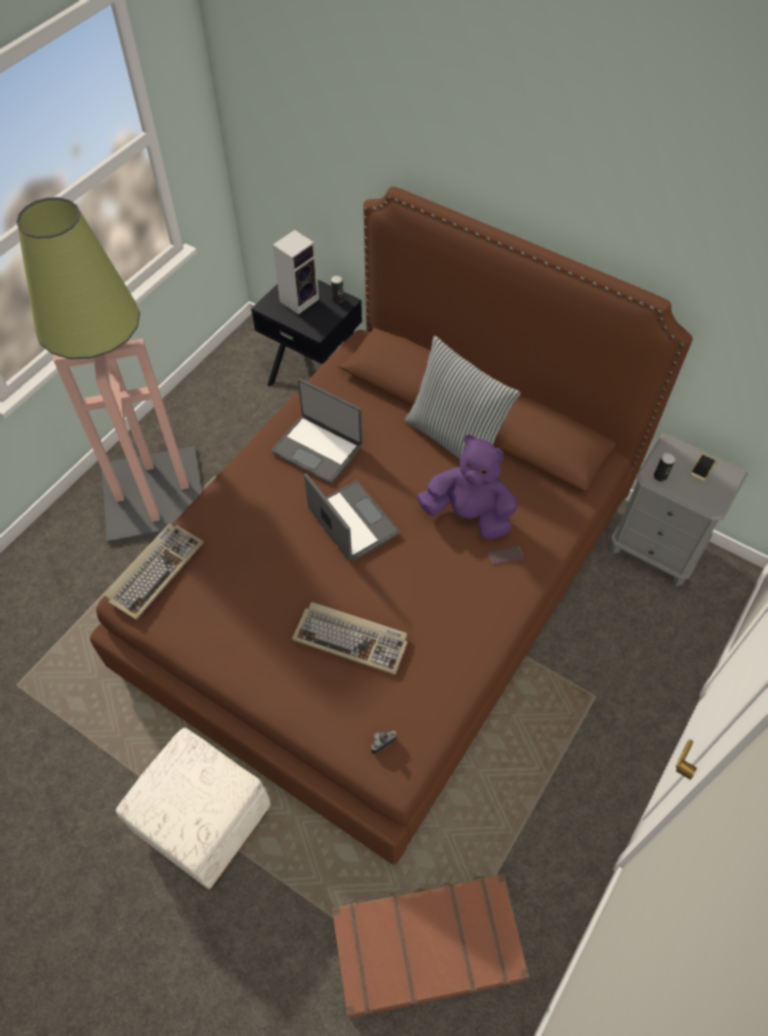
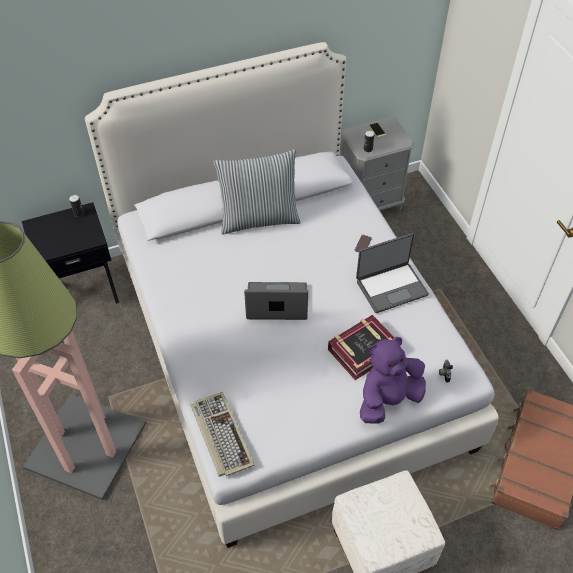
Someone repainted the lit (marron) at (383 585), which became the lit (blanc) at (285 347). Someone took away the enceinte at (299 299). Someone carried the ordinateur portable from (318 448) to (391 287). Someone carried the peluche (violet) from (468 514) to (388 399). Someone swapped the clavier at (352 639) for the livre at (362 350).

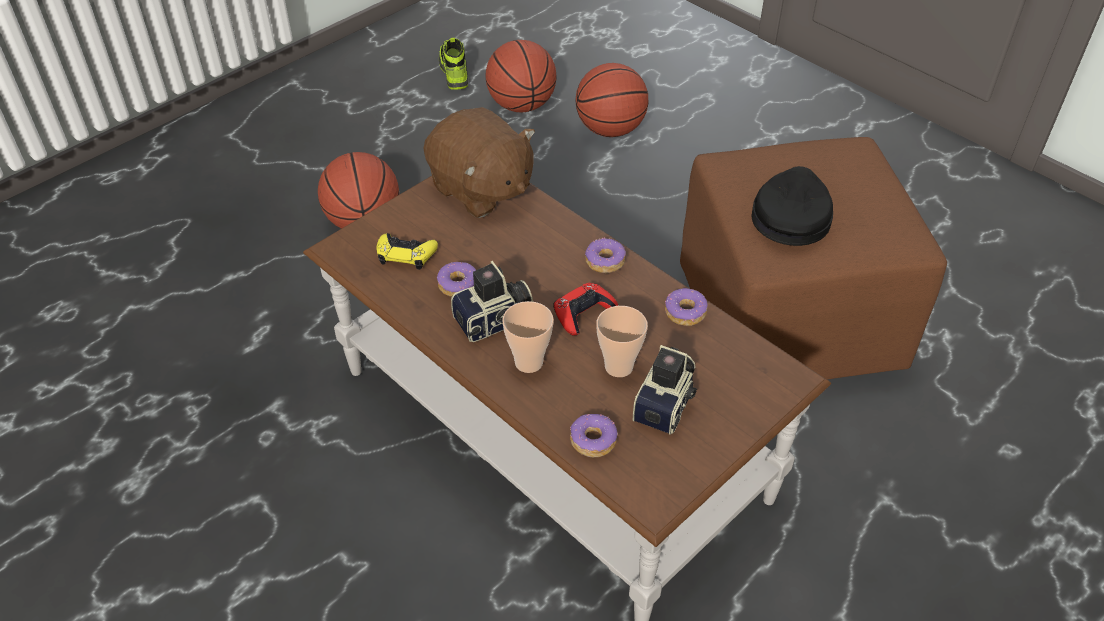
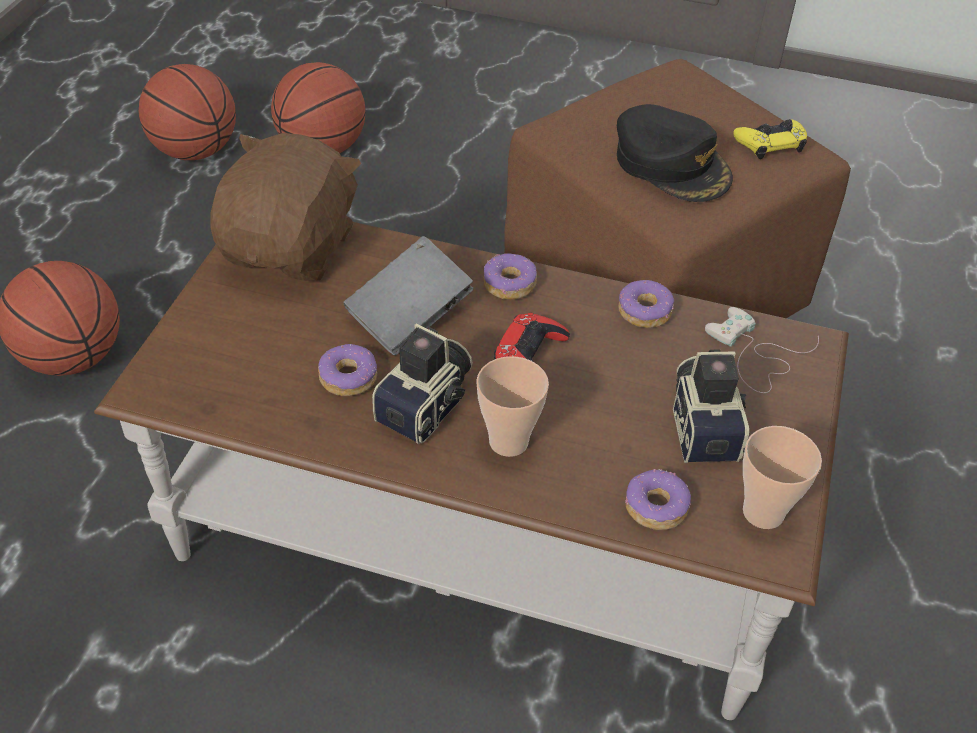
Someone took away the chaussure at (453 72). Someone rotated the peluche (marron) at (481 189) by 90 degrees counterclockwise. Someone rotated the casquette (noir) at (791 215) by 150 degrees clockwise. Someone carried the manette (jaune) from (406 254) to (770 143). Someone carried the tasse from (618 366) to (763 512). Someone put down the livre (gris) at (409 317). Someone put down the manette (blanc) at (755 354).

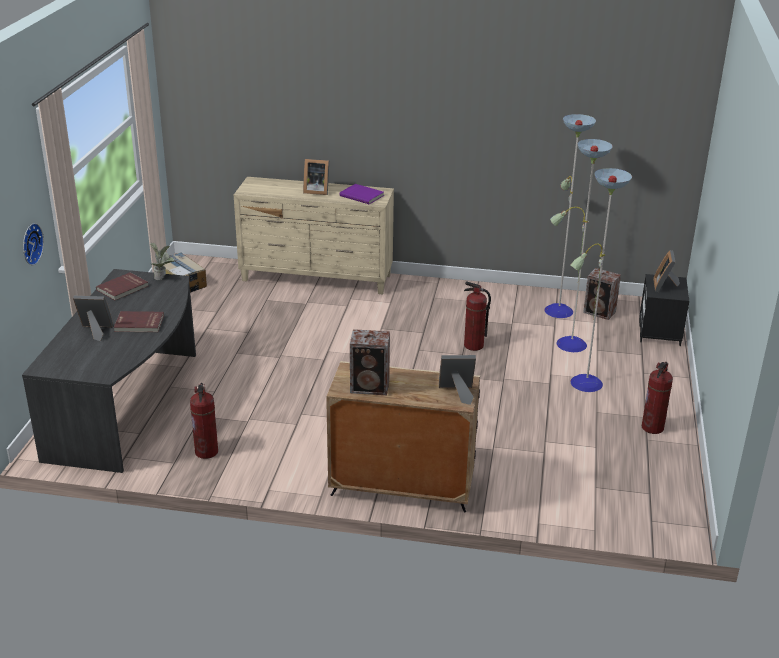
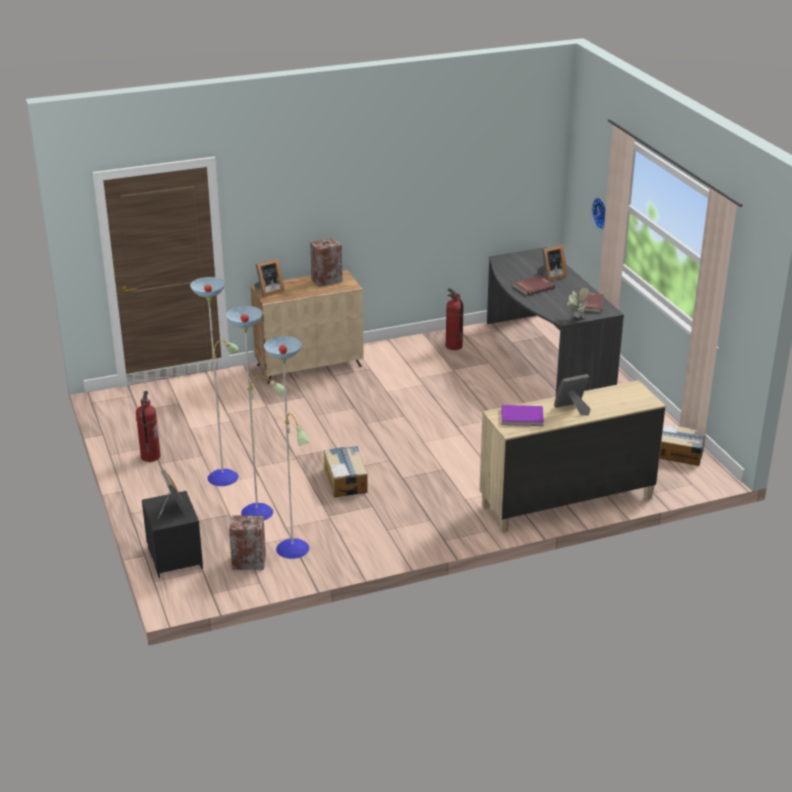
Someone swapped the extincteur at (473 345) for the carton at (345 480).

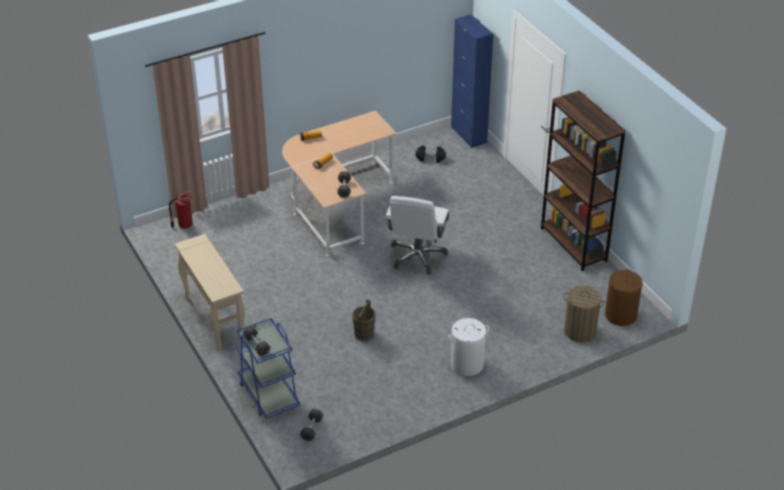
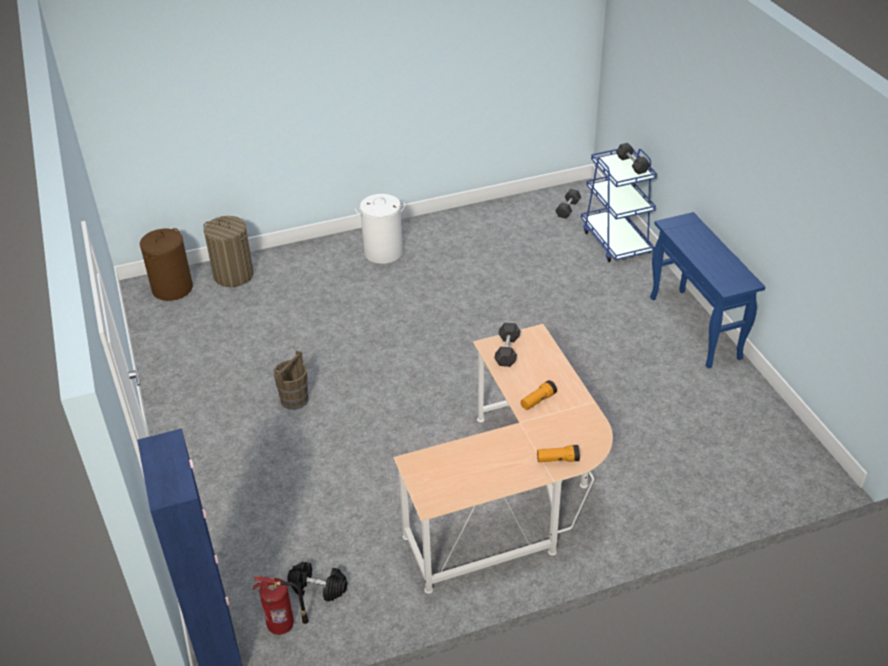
Someone took away the bibliothèque (marron) at (573 245). Someone carried the extincteur from (184 225) to (283 625). Someone took away the chaise de bureau (blanc) at (417 256). Someone repainted the table console (beige) at (213 318), which became the table console (bleu) at (695 328). Someone carried the seau (marron) from (364 334) to (295 399).

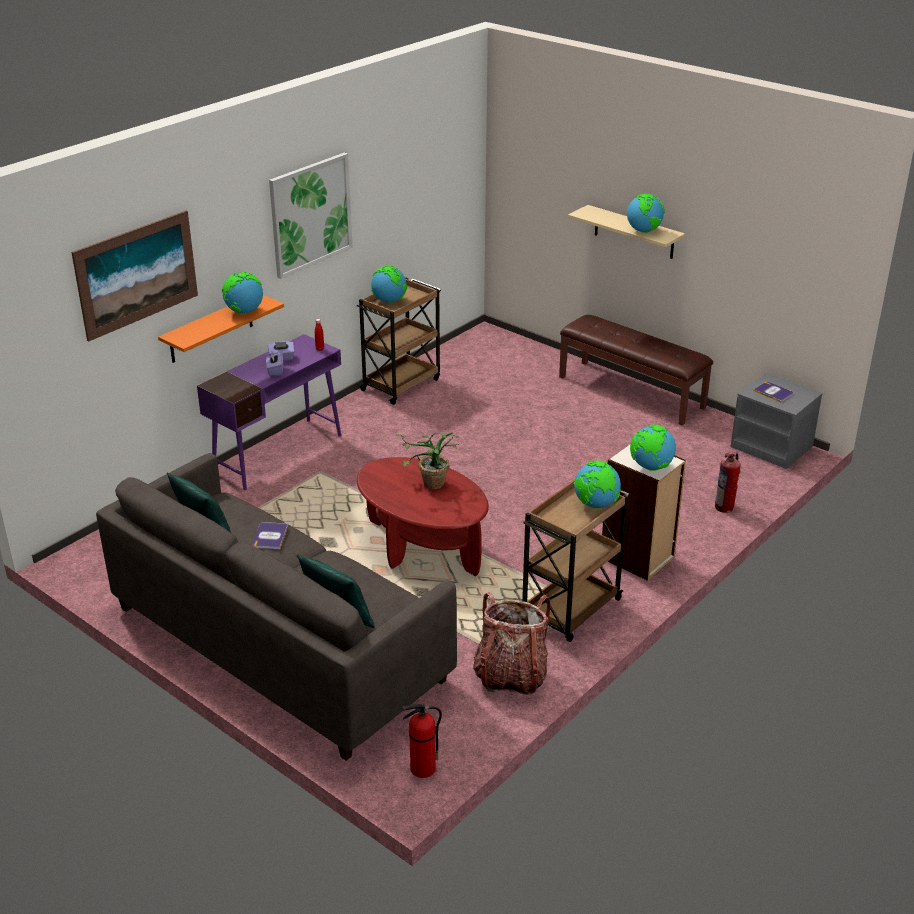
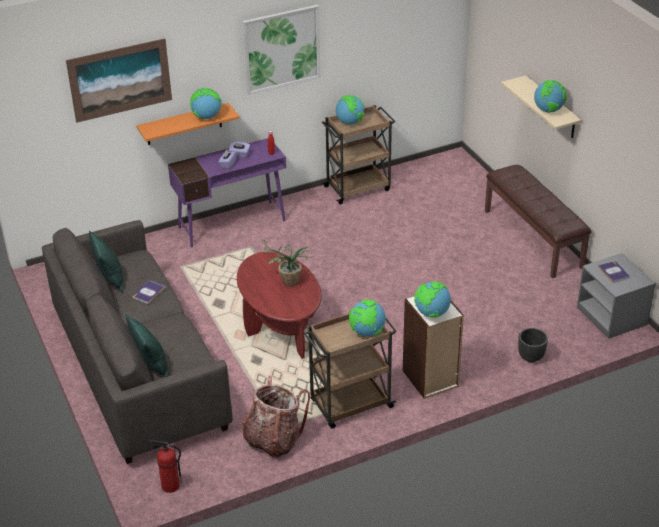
Someone swapped the extincteur at (724 507) for the cache-pot (noir) at (531 357).

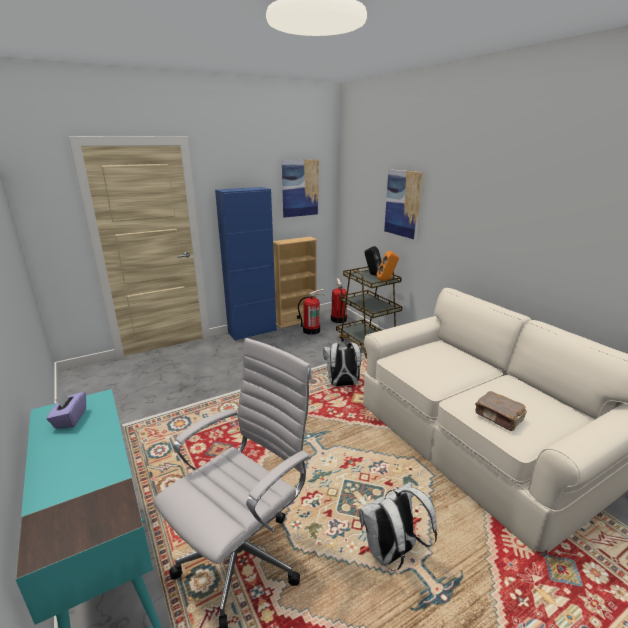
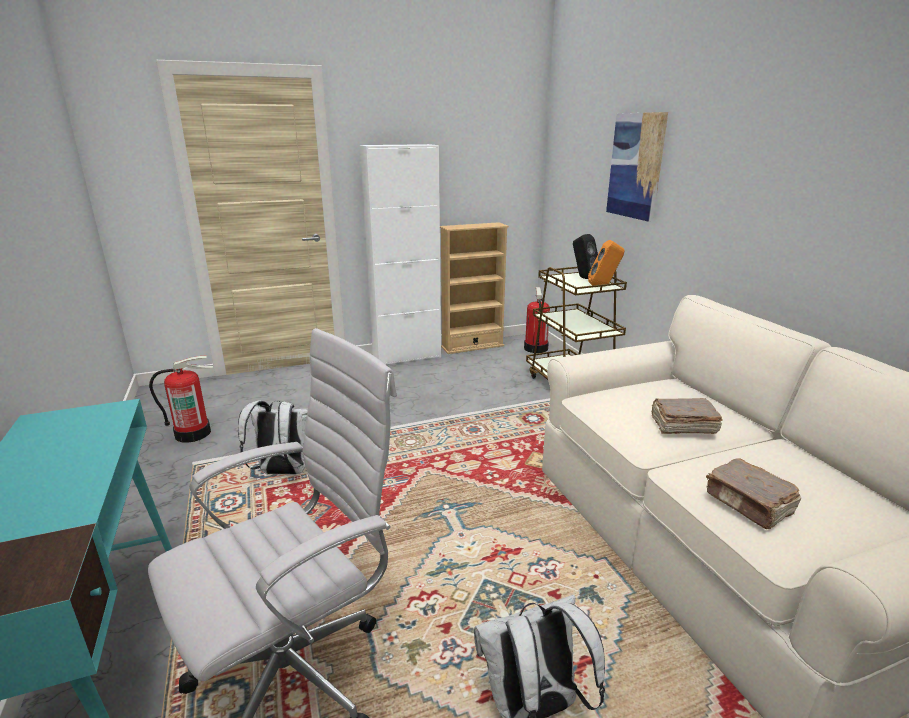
Someone took away the tableau at (300 188). Someone repainted the meuble de rangement (bleu) at (252 332), which became the meuble de rangement (blanc) at (406 356). Someone carried the extincteur from (311 330) to (193 433). Someone carried the sac à dos (blanc) from (342 384) to (283 471). Someone took away the boîte à mouchoirs (violet) at (70 419). Someone put down the livre (marron) at (682 426).

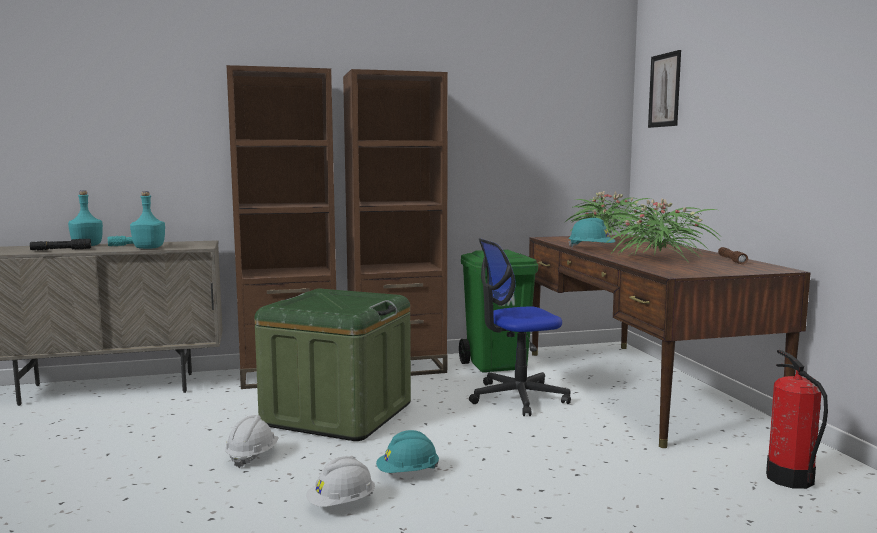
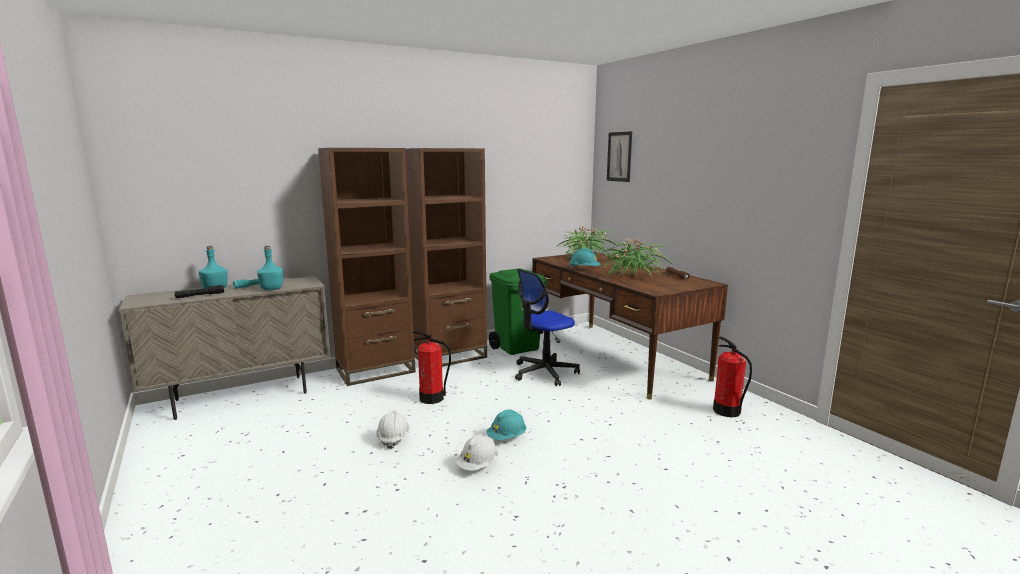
Someone swapped the boîte de rangement (vert) at (337 414) for the extincteur at (431 398).

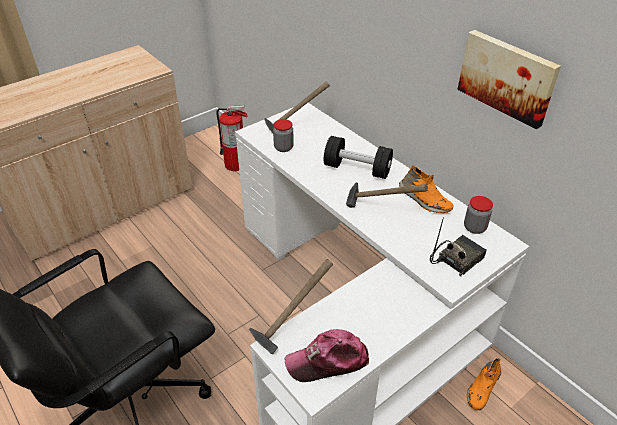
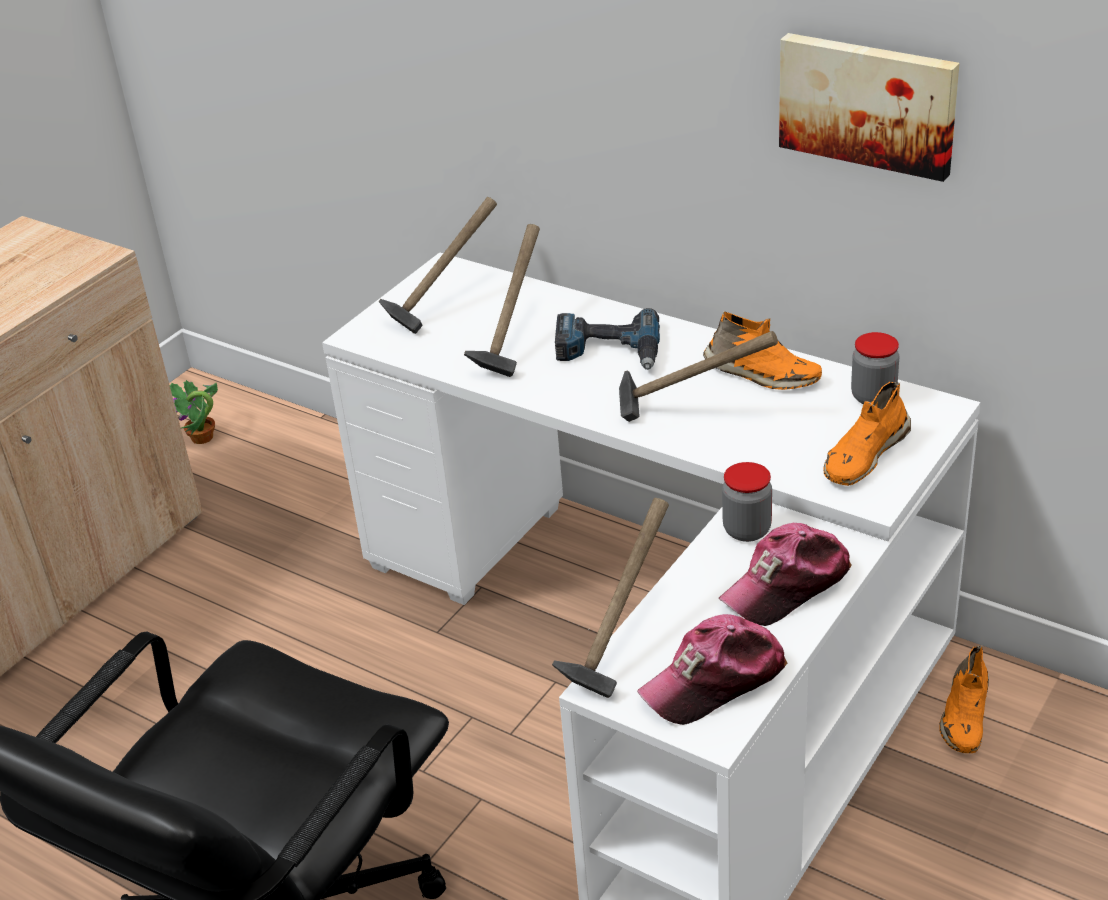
Someone took away the extincteur at (236 164). Someone carried the bocal from (283 148) to (747 530). Someone swapped the haltère (noir) at (357 169) for the perceuse at (608 352). Someone swapped the radio at (456 258) for the chaussure (orange) at (864 455). Someone put down the marteau at (512 344). Someone put down the plante en pot at (202 438). Someone put down the casquette at (787 585).

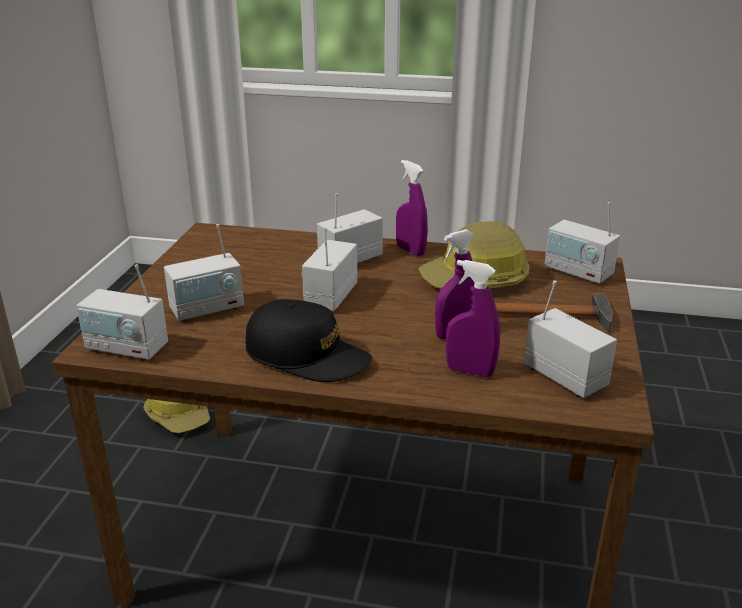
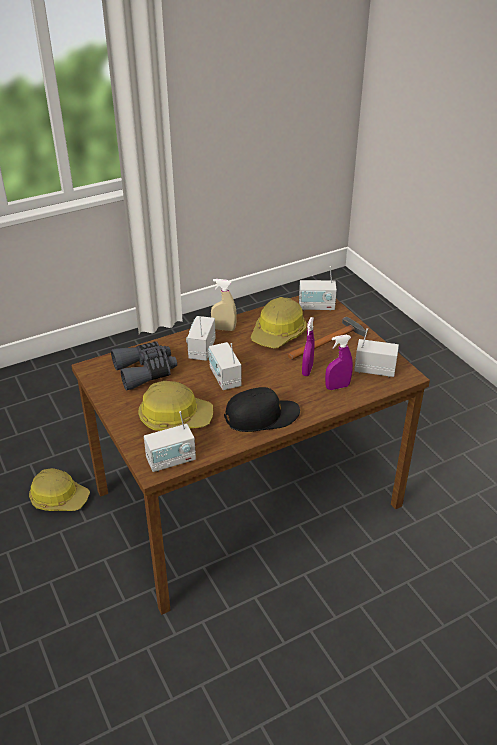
Someone repainted the vaporisateur (violet) at (410 251), which became the vaporisateur (beige) at (224 329). Someone swapped the radio at (207 309) for the casque de chantier at (175 417). Someone put down the jumelles (gris) at (146 371).

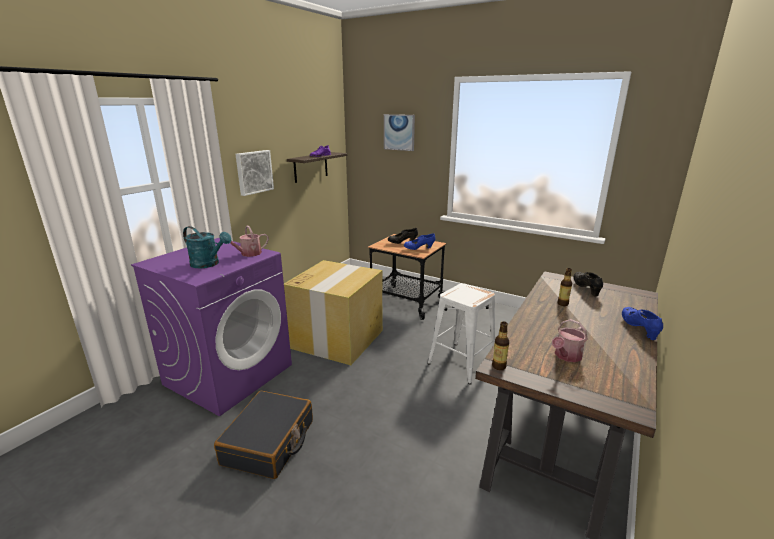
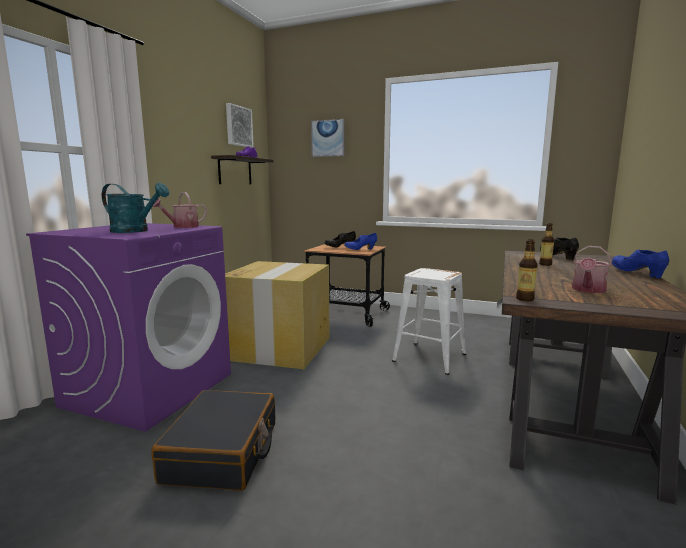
Someone carried the tableau from (254 172) to (238 126).

